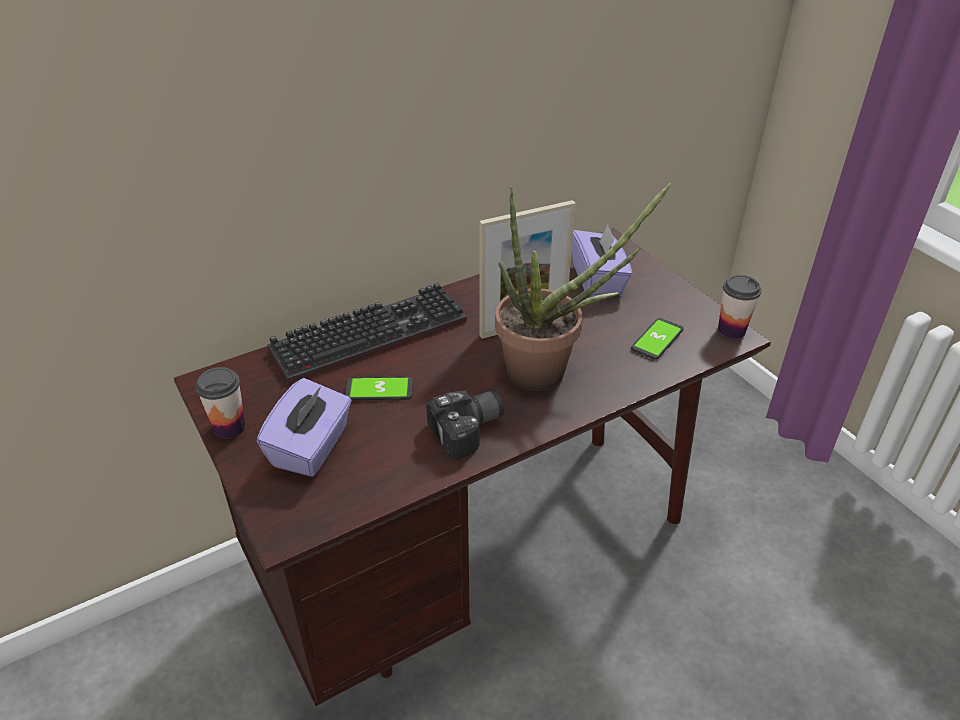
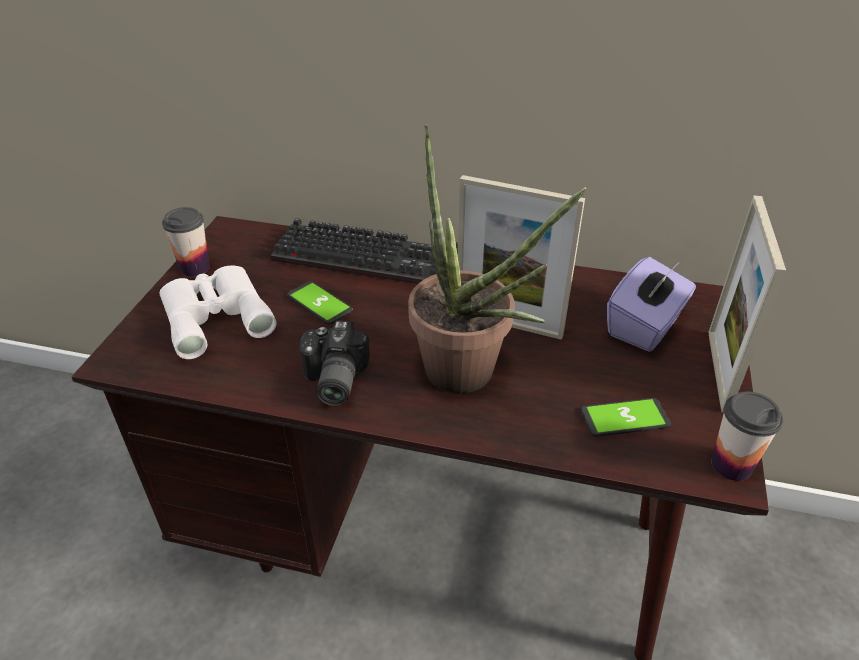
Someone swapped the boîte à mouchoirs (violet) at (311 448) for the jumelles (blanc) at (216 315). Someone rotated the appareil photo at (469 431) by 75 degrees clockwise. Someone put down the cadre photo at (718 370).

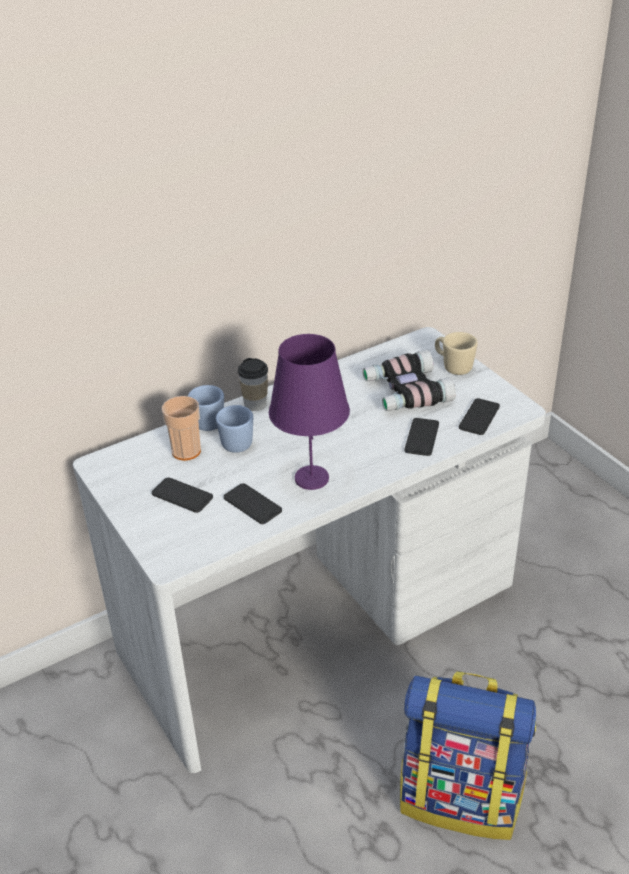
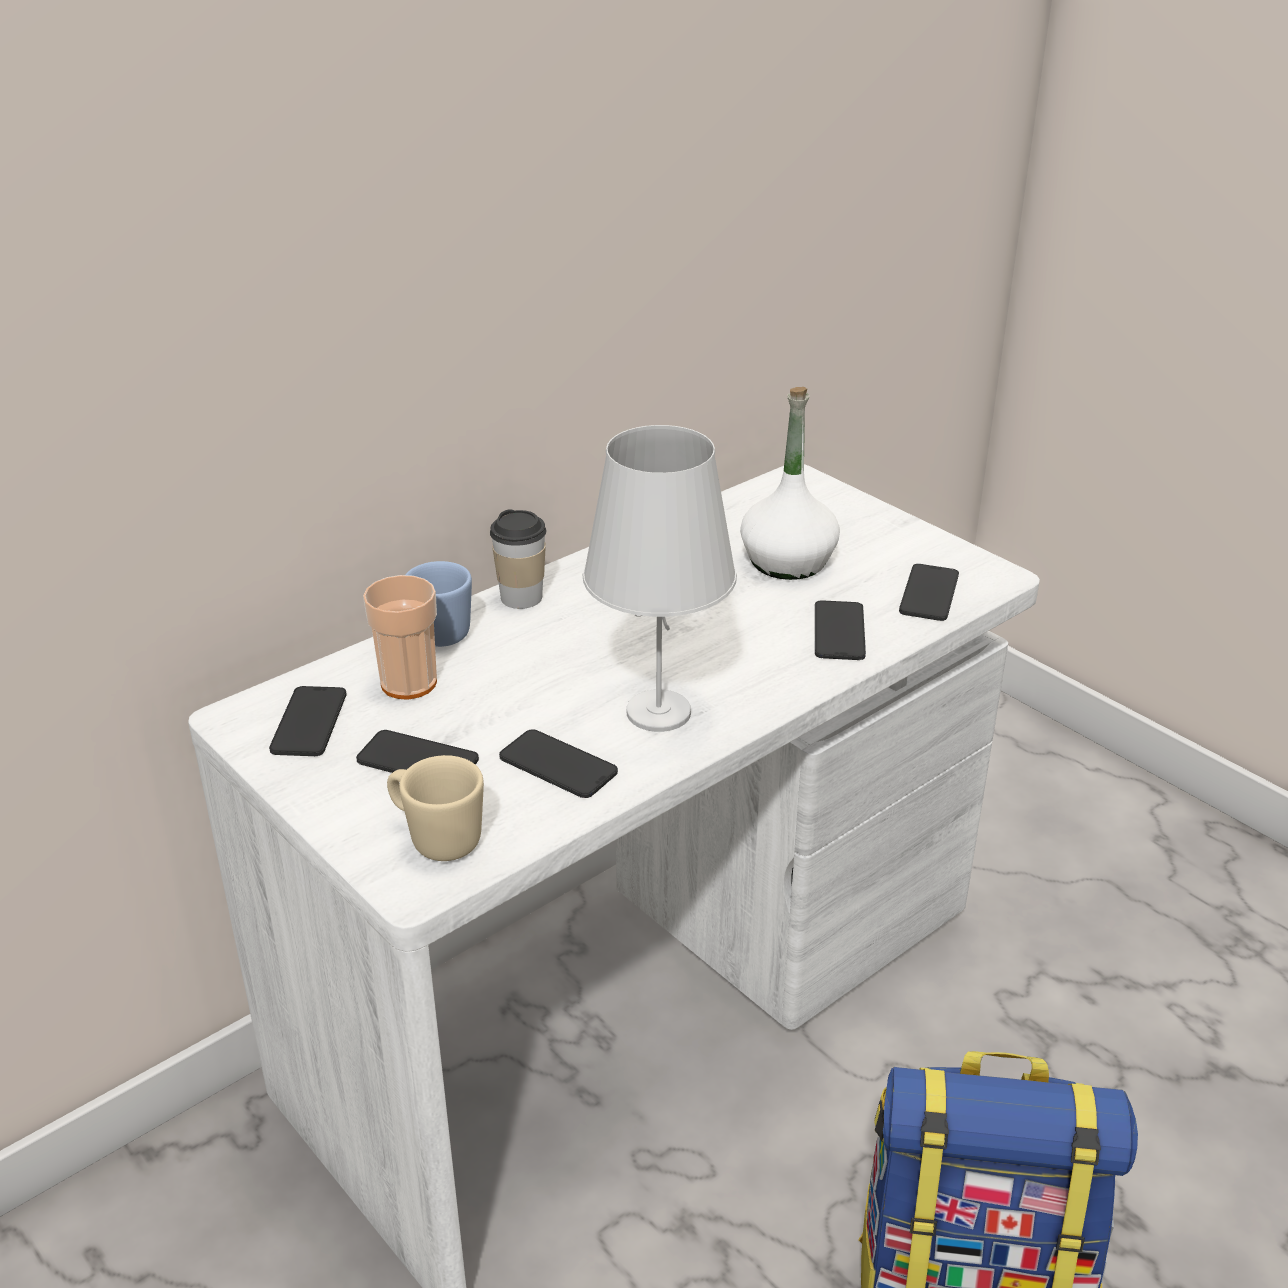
Someone carried the mug (beige) from (453 366) to (436 838). Someone repainted the lampe de table (violet) at (312 478), which became the lampe de table (blanc) at (659 712). Someone swapped the jumelles at (405 391) for the bouteille (blanc) at (787 562). Someone took away the mug (bleu) at (238 441). Someone put down the téléphone at (309 722).

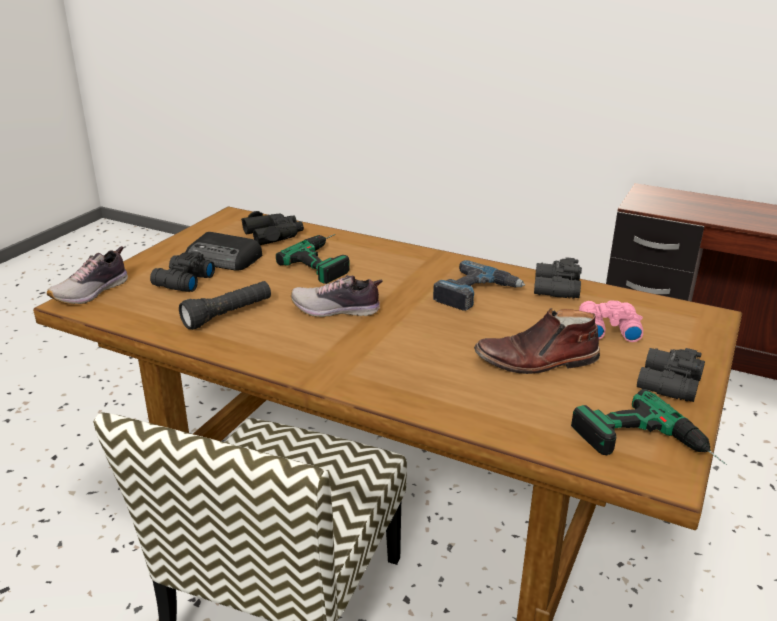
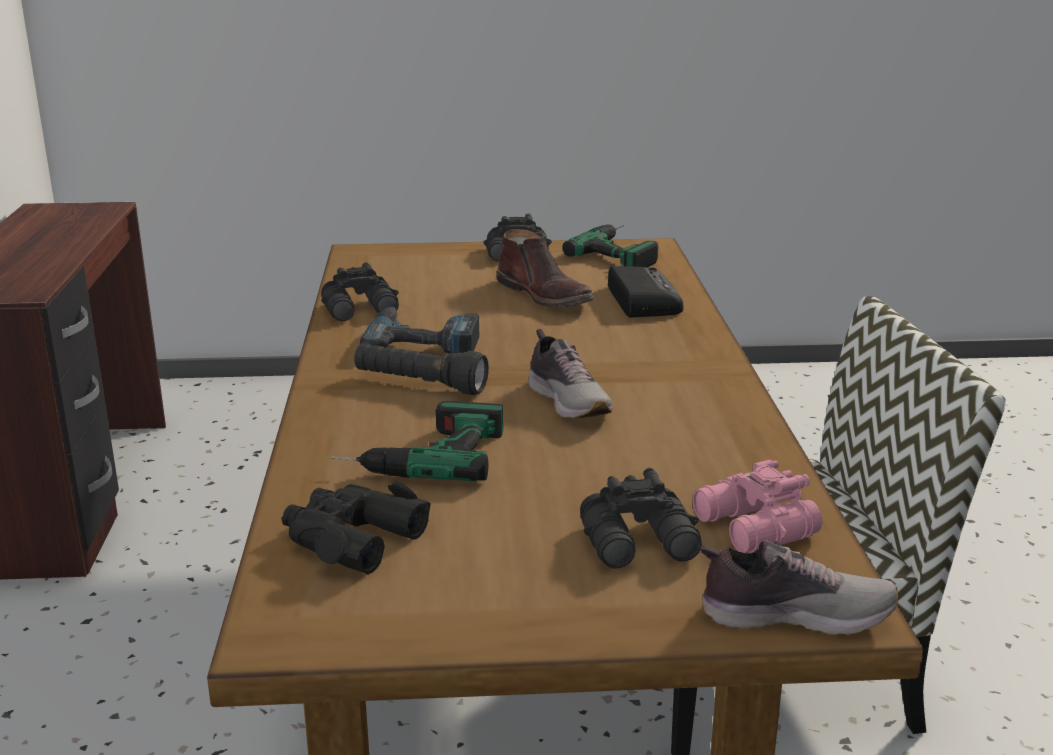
Someone carried the radio from (224 258) to (642 300). Someone carried the lampe de poche (noir) from (228 315) to (420 384). Someone carried the jumelles (rose) from (607 329) to (753 529).

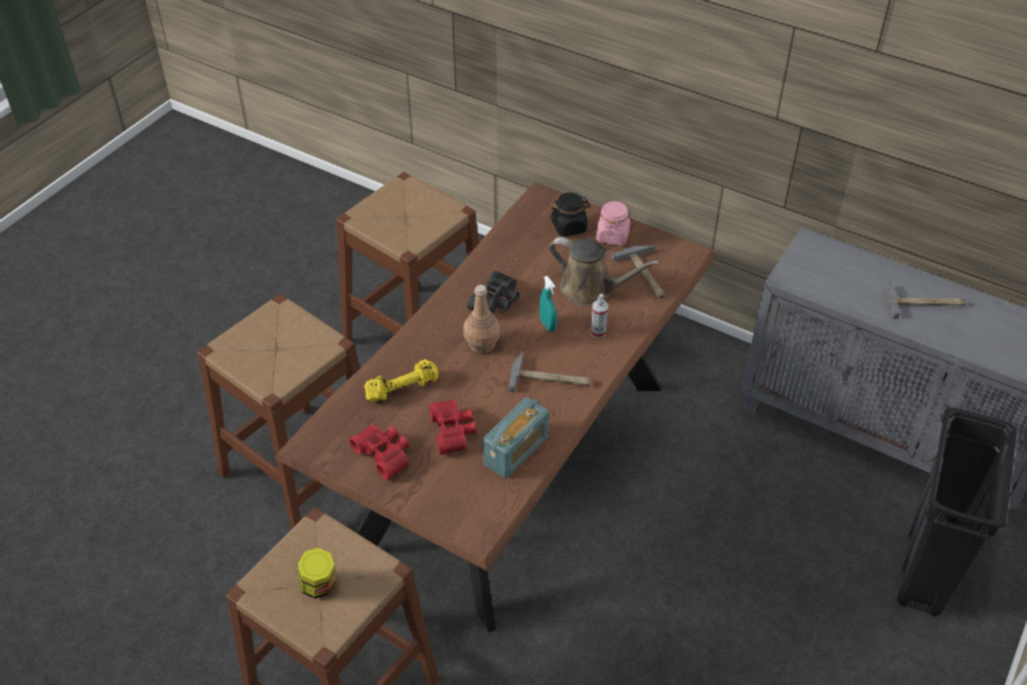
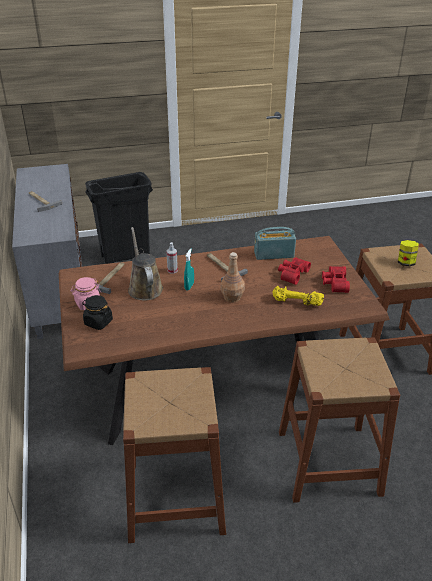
Someone took away the jumelles (noir) at (497 302).

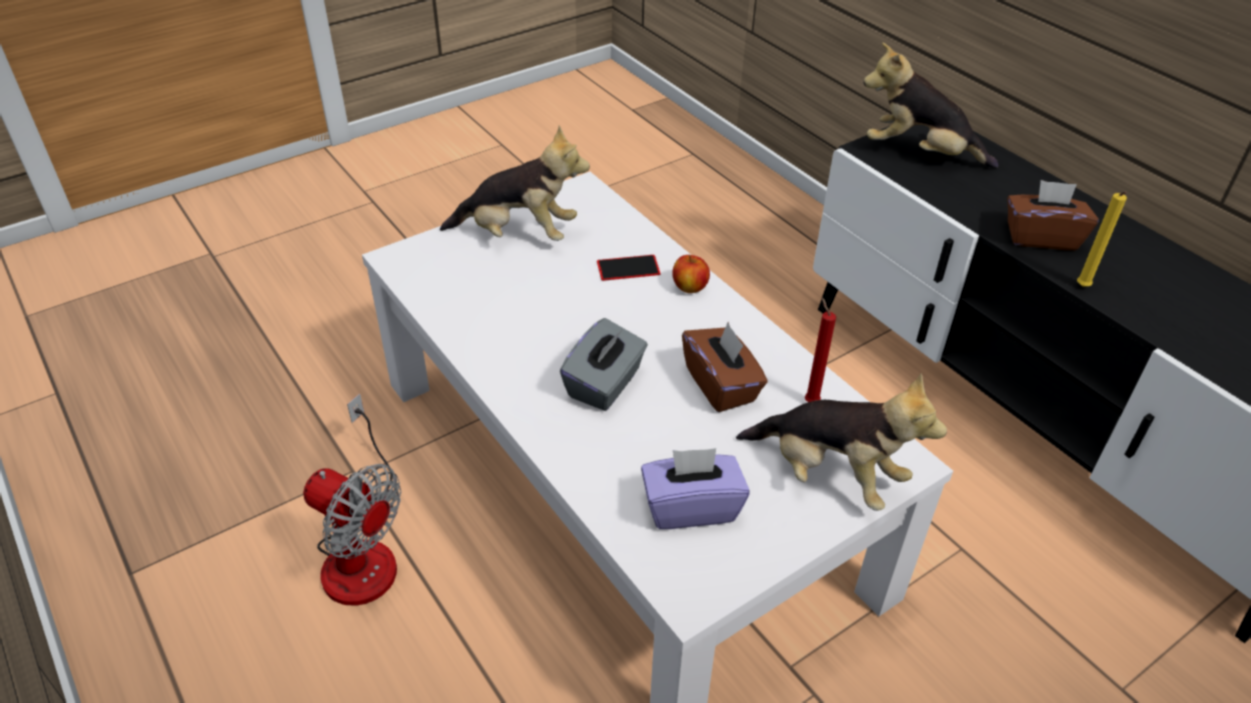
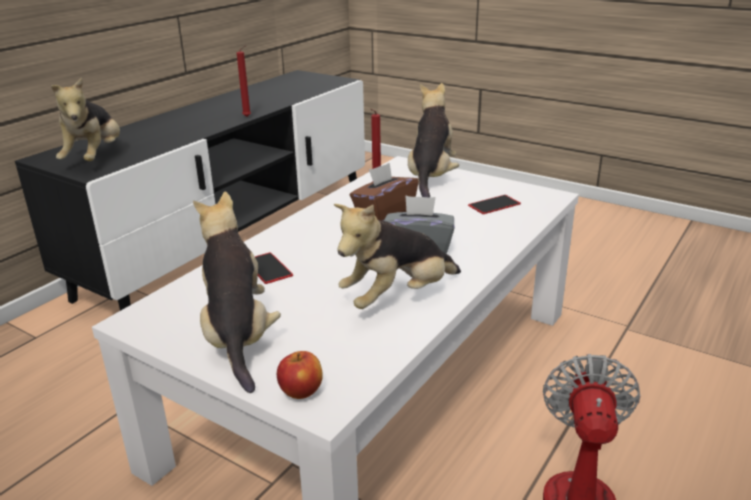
Someone took away the boîte à mouchoirs (marron) at (1041 237). Someone repainted the bougie (jaune) at (1082 288), which became the bougie (rouge) at (248 117). Someone carried the pomme from (690 288) to (301 392). Someone swapped the boîte à mouchoirs (violet) at (691 507) for the téléphone at (494 204). Someone put down the peluche at (397 297).

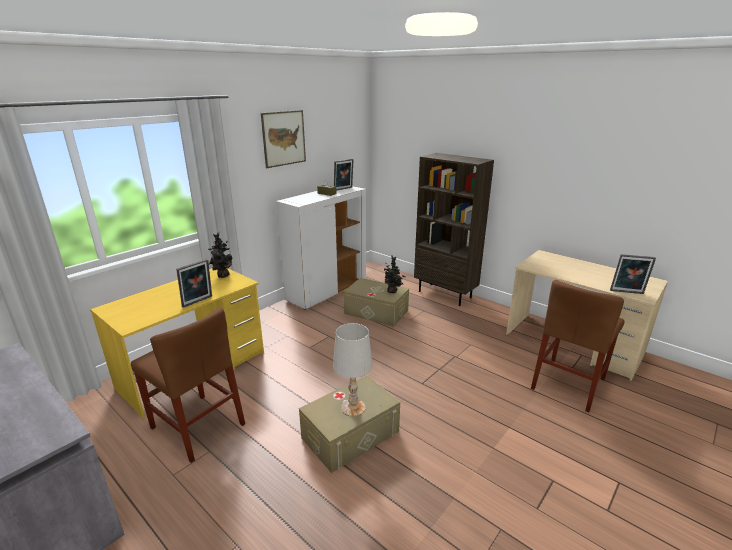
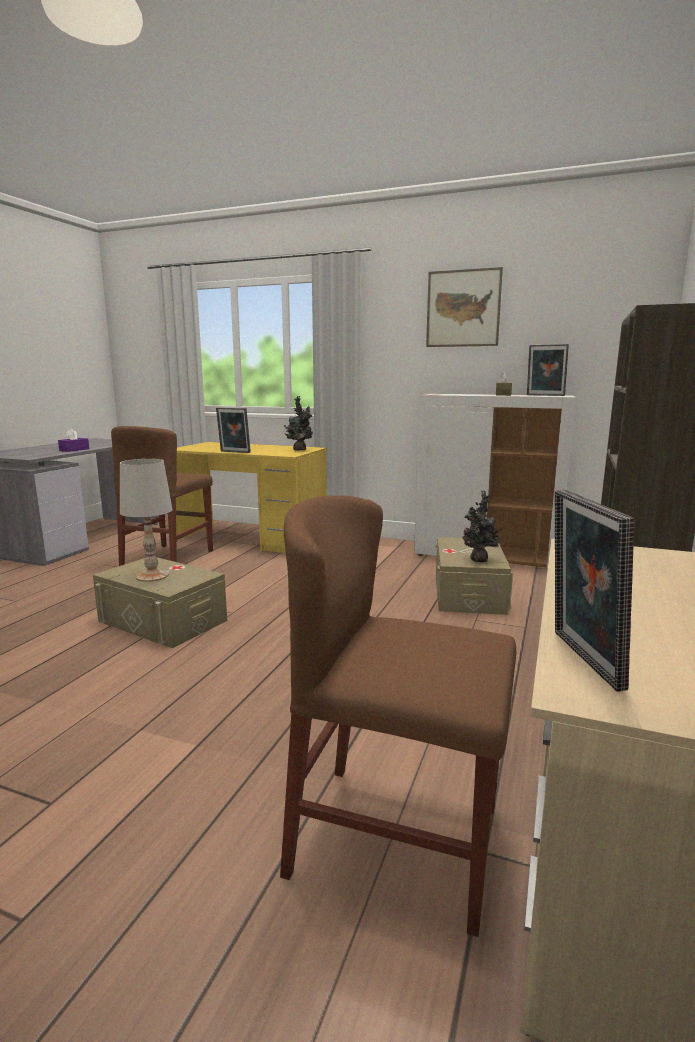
Someone put down the boîte à mouchoirs (violet) at (74 450).

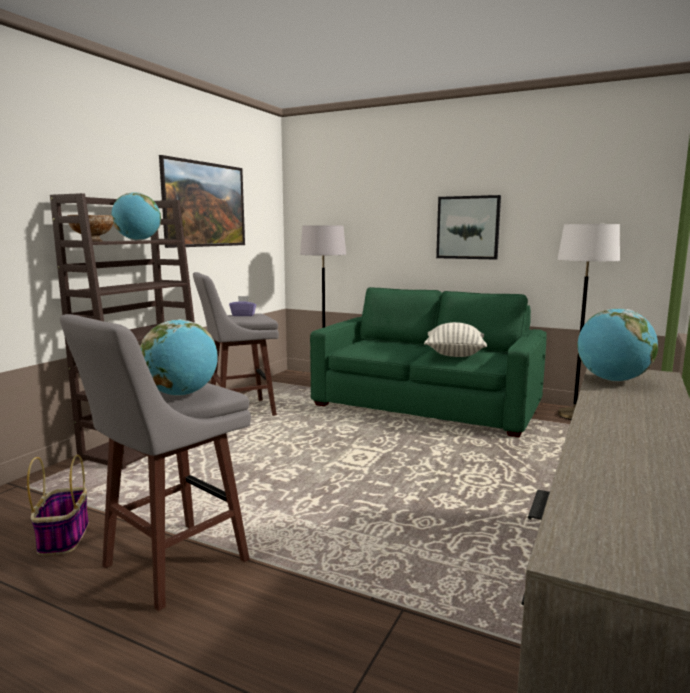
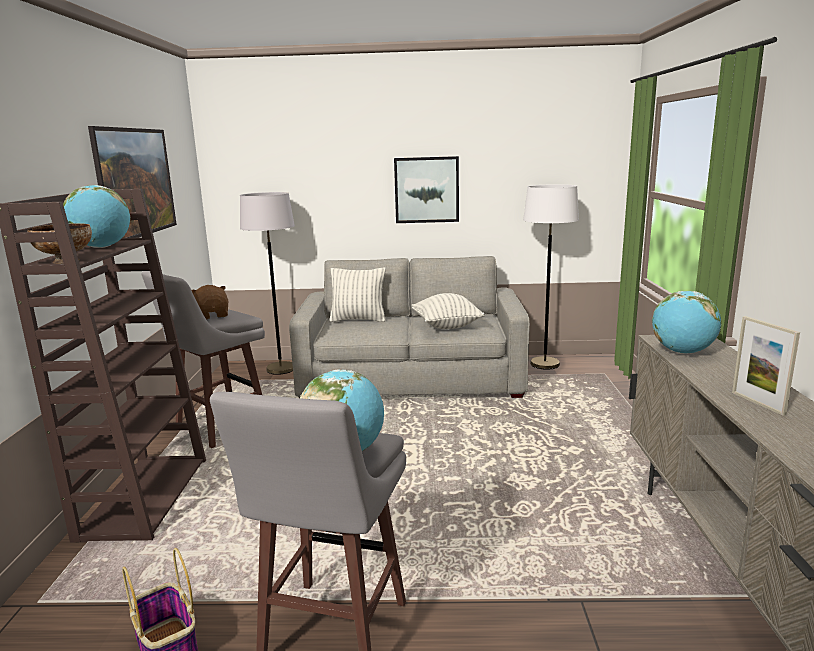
Someone repainted the canapé (vert) at (427 405), which became the canapé (gris) at (412 378). Someone swapped the boîte à mouchoirs (violet) at (243 315) for the peluche (marron) at (212 315). Someone put down the coussin at (358 319). Someone put down the cadre photo at (757 403).

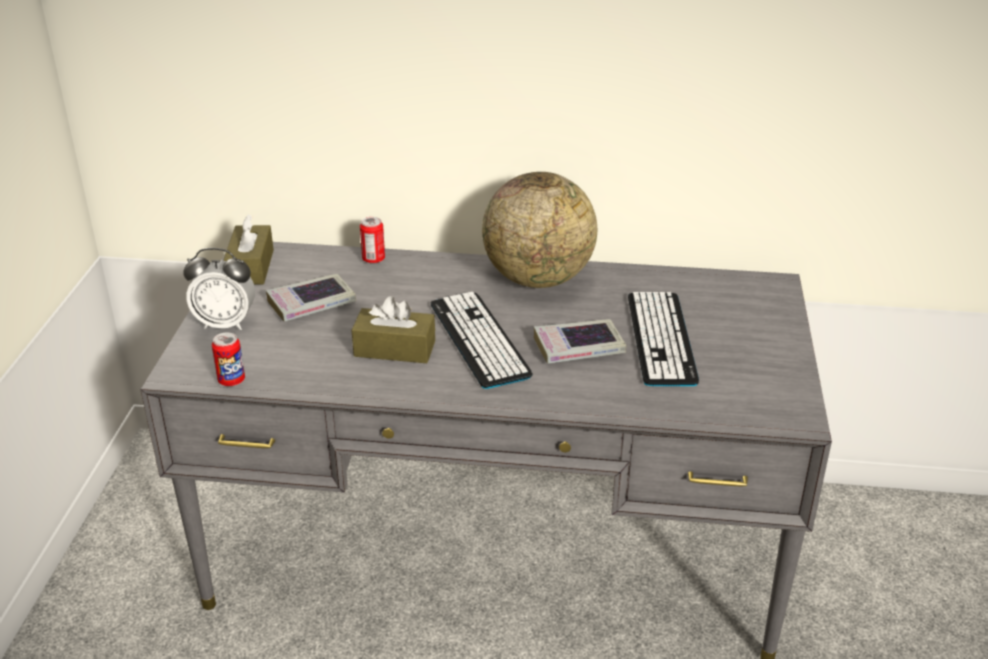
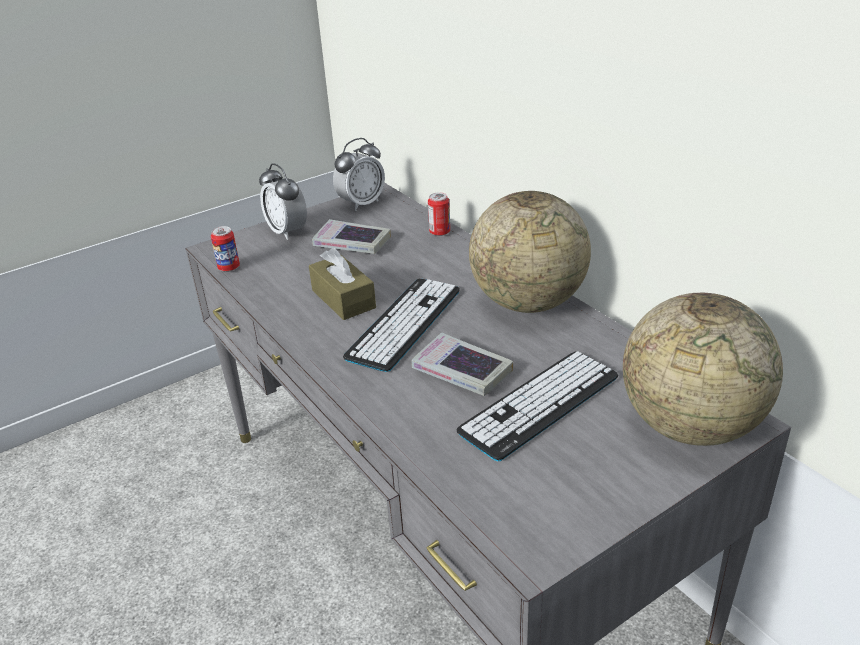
Someone swapped the boîte à mouchoirs (marron) at (251 267) for the réveil at (361 203). Someone put down the globe at (690 425).

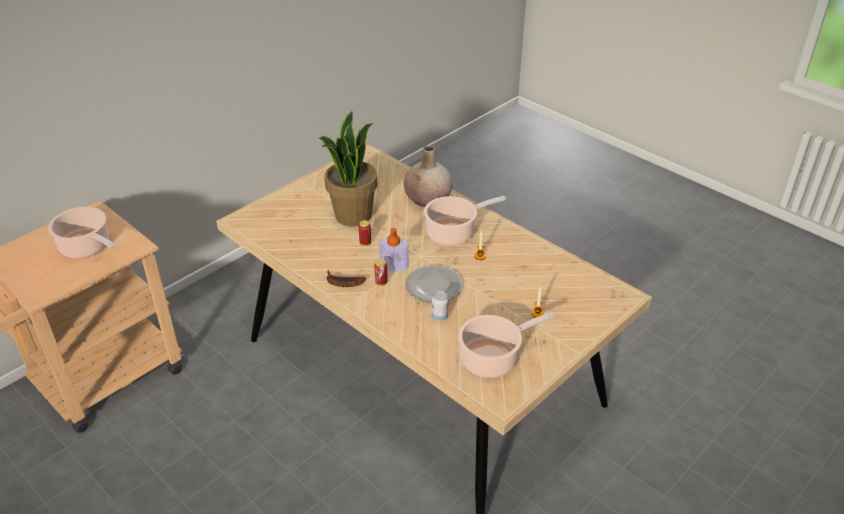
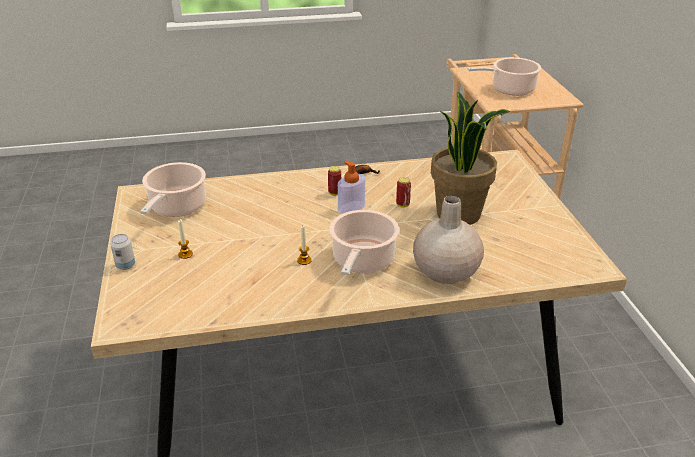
Someone took away the assiette at (434 285). Someone carried the boîte métallique from (439 317) to (125 265).

